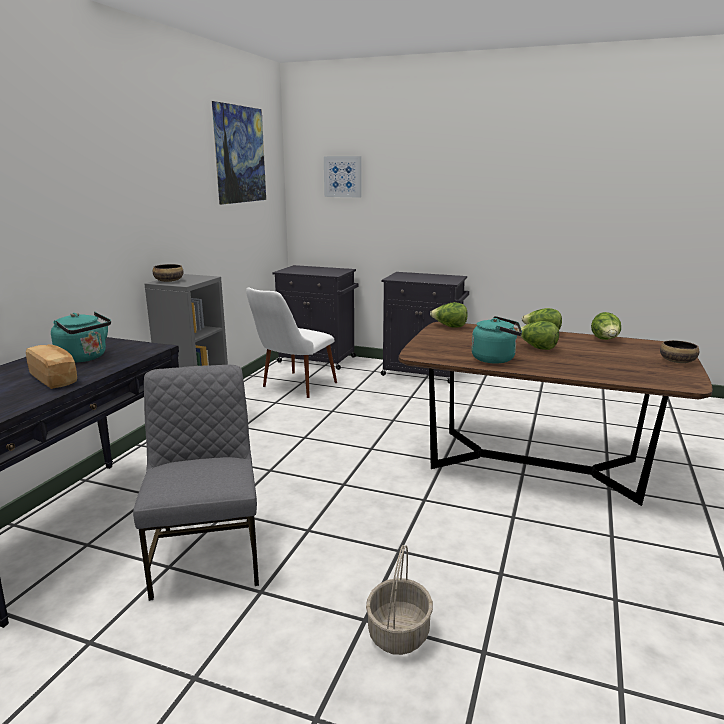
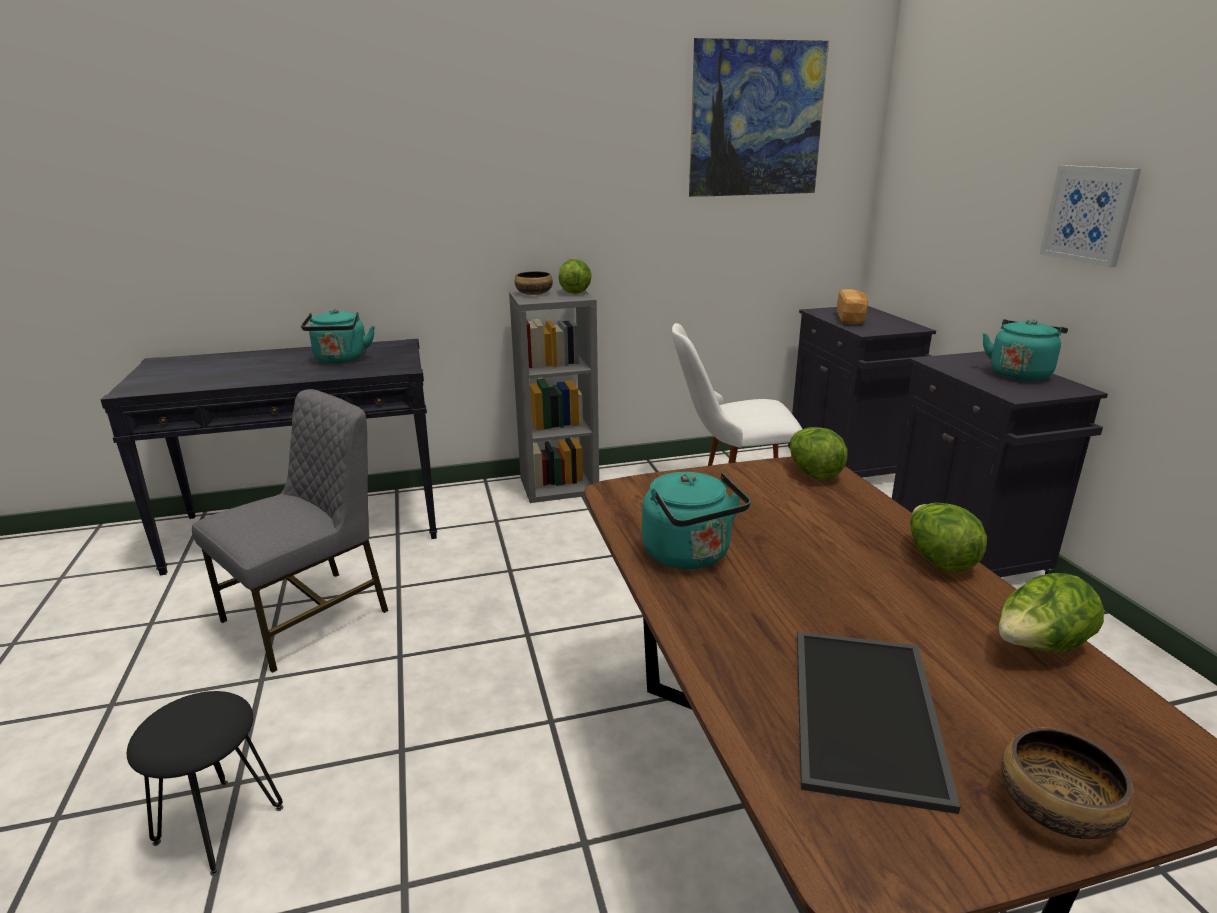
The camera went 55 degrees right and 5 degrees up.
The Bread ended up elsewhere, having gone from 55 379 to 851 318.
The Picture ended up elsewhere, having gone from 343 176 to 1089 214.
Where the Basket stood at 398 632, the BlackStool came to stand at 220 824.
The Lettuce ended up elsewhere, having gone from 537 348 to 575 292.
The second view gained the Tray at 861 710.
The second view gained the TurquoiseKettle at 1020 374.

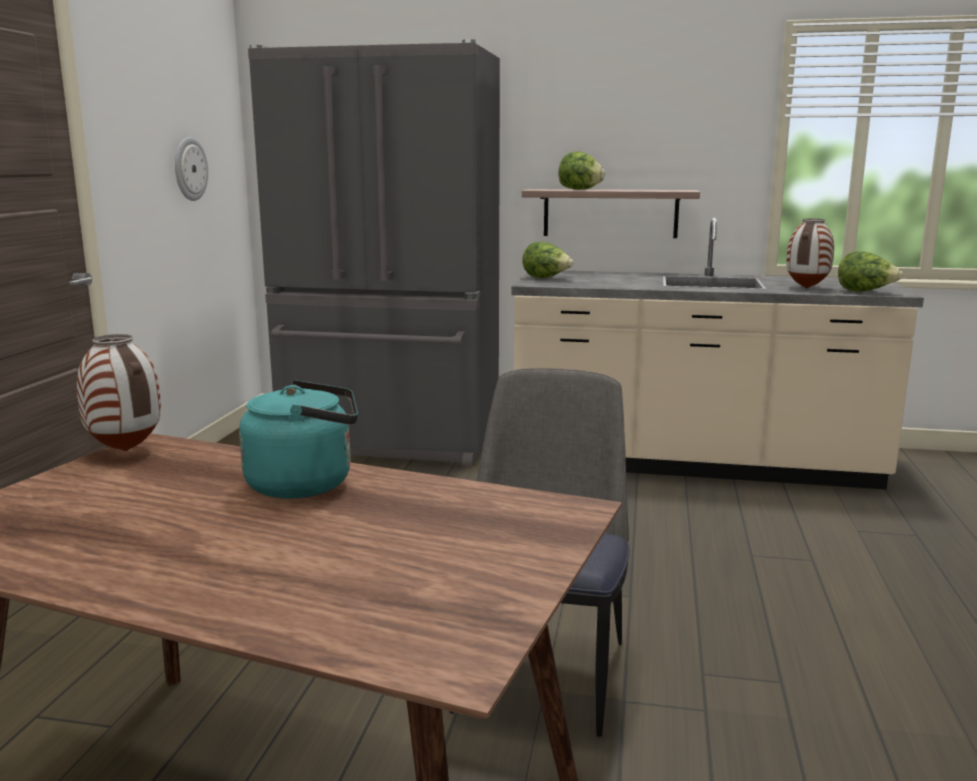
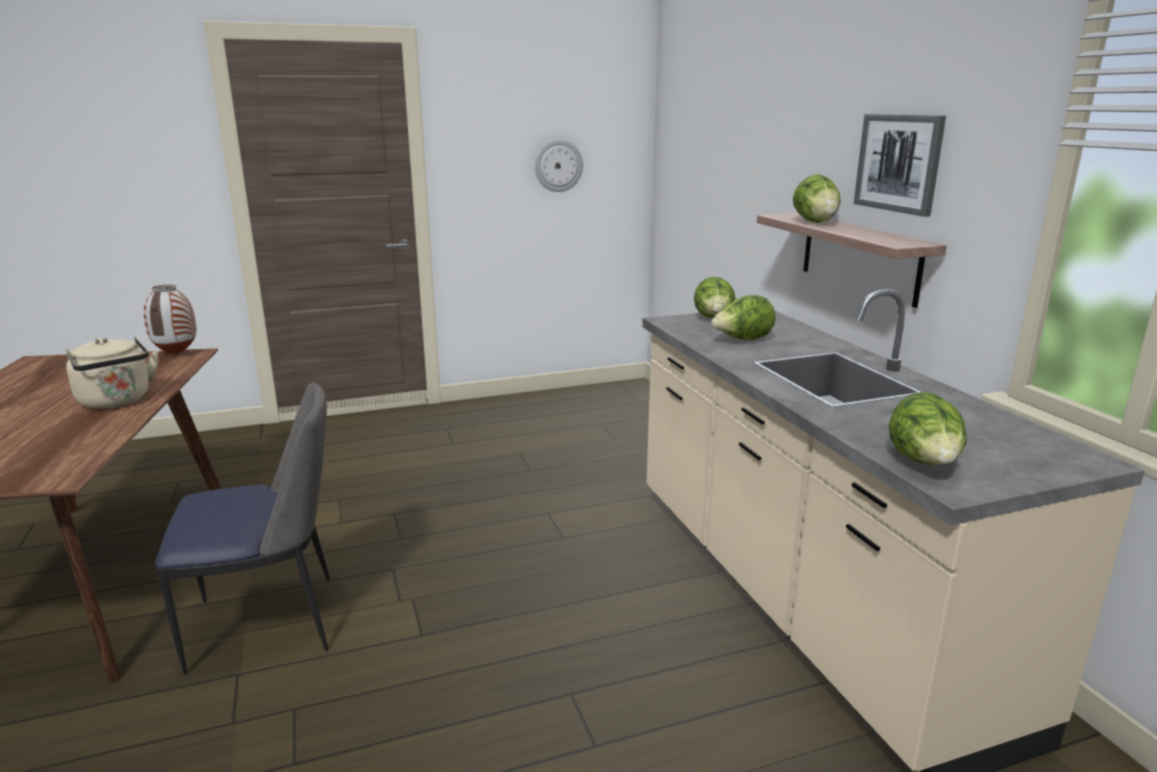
The camera went 60 degrees right and 5 degrees up.
What was the TurquoiseKettle at 306 484 turned into the BeigeKettle at 117 401.
The second view lost the GreyFridge at 391 441.
The second view lost the Vase at 806 288.
The second view gained the Lettuce at 742 340.
The second view gained the Picture at 899 163.

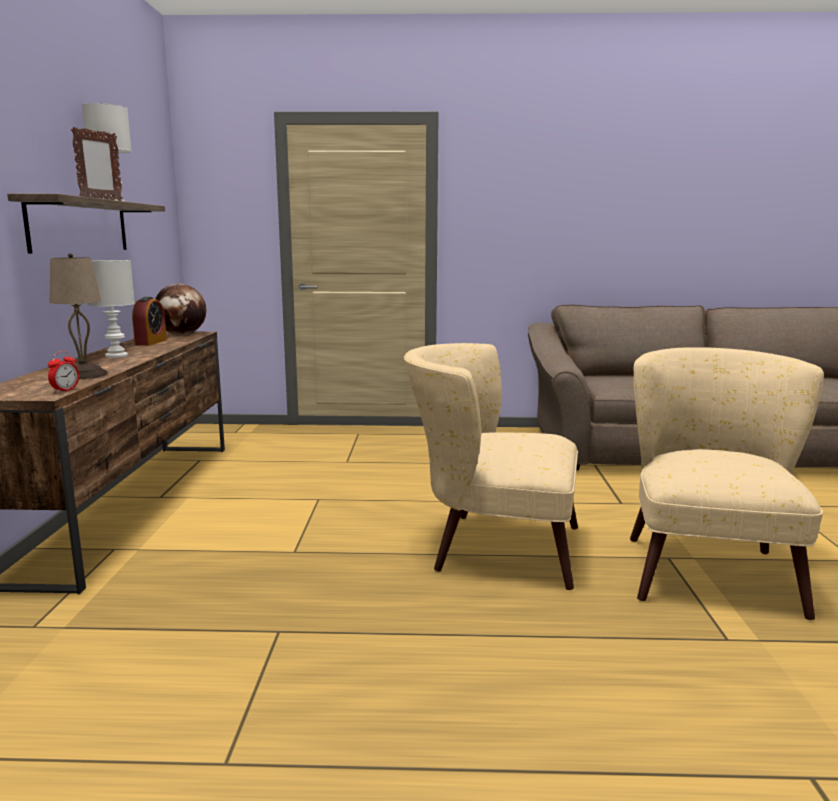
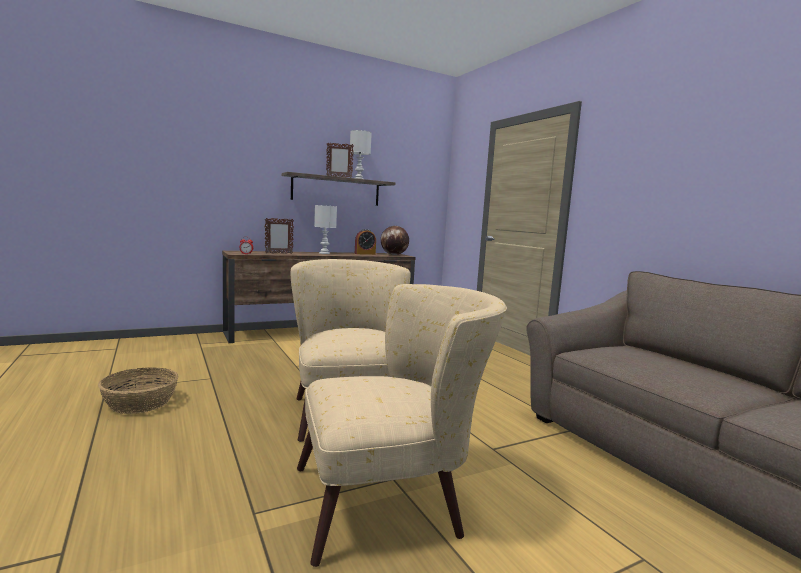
The camera went 60 degrees right and 5 degrees down.
Where the BeigeTableLamp stood at 84 374, the PictureFrame came to stand at 278 253.
The second view gained the Basket at 140 403.

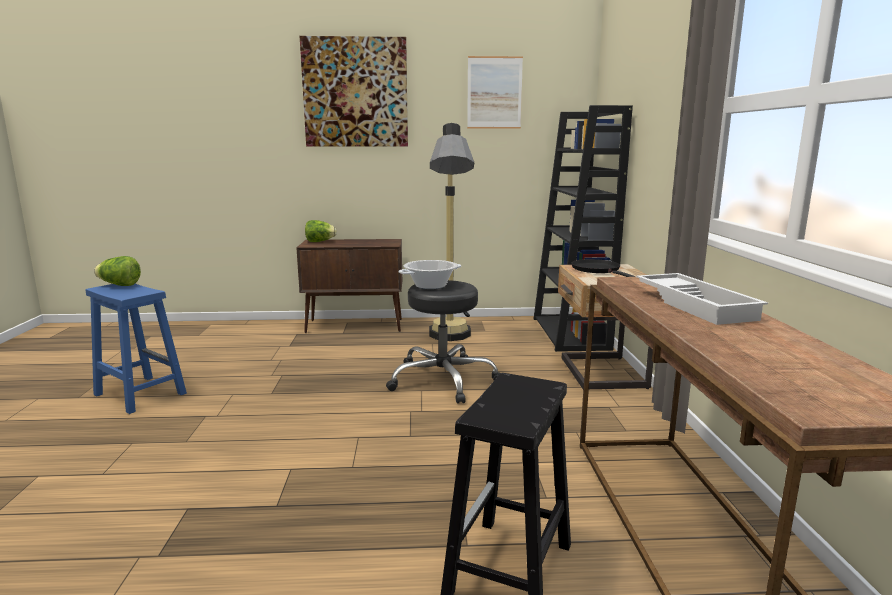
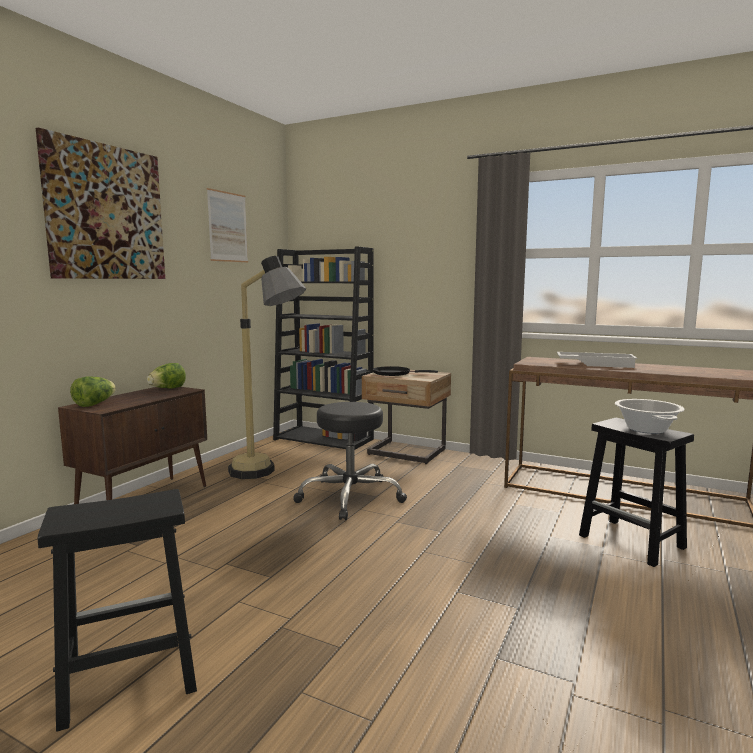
The camera went 60 degrees left and 5 degrees down.
What was the BlueStool at 139 394 turned into the BlackStool at 127 678.
The Lettuce ended up elsewhere, having gone from 119 285 to 167 389.
The CookingPot ended up elsewhere, having gone from 430 286 to 646 429.

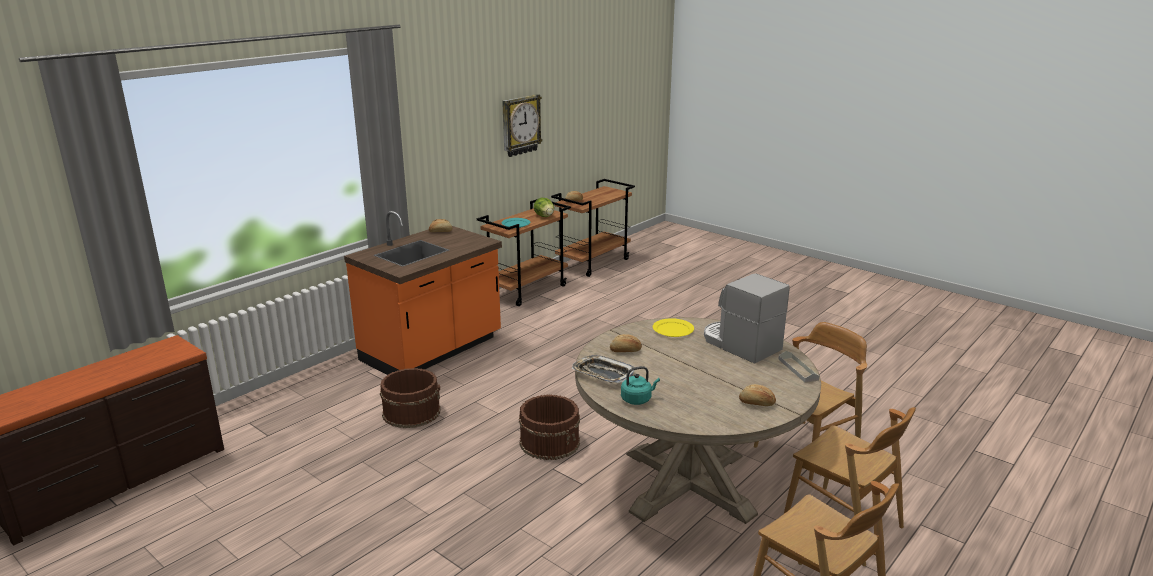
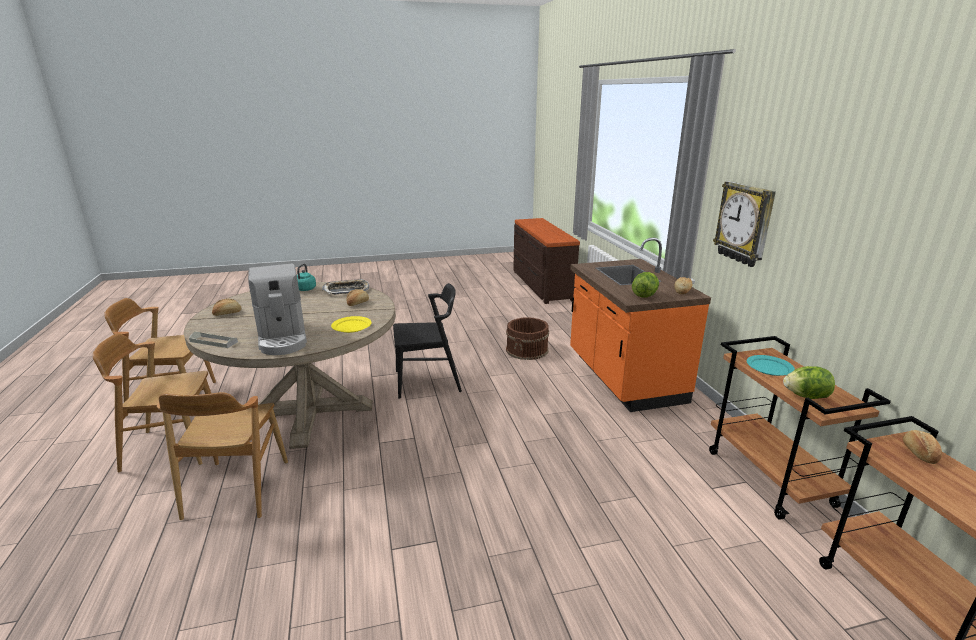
The camera went 125 degrees right and 0 degrees up.
The WallClock ended up elsewhere, having gone from 520 125 to 744 223.
Where the BrownBucket stood at 550 442, the BlackChair came to stand at 428 381.
The CoffeeMachine at 739 344 ended up facing another way, 75 degrees clockwise from before.
The second view gained the Lettuce at 644 295.

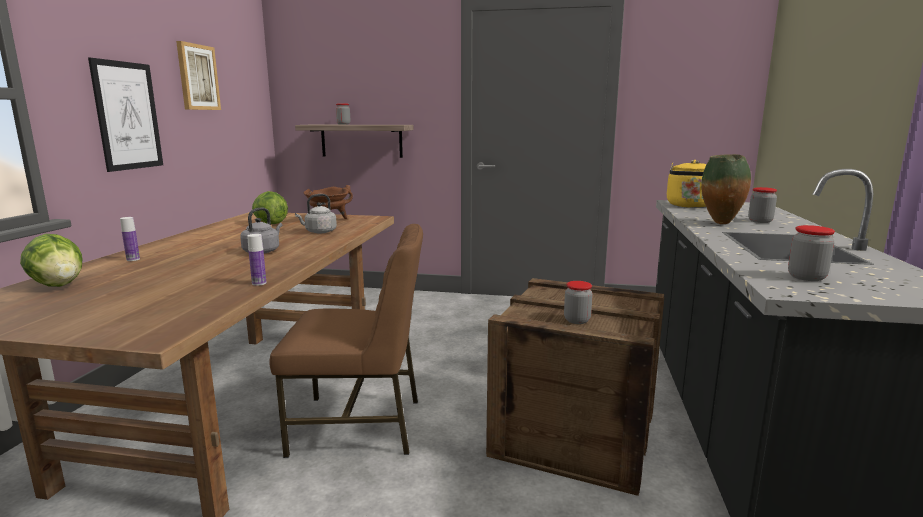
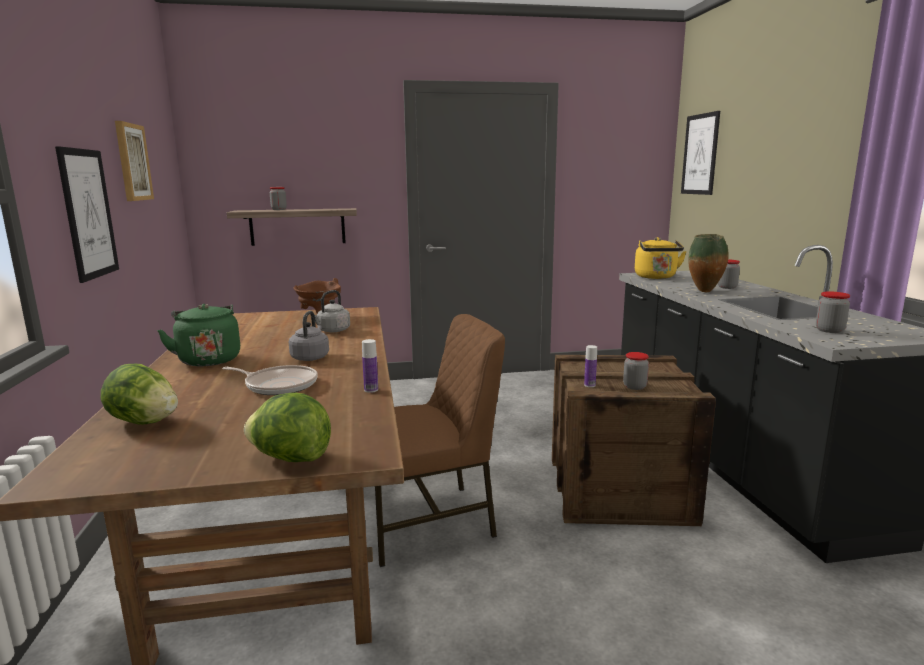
The camera went 20 degrees left and 0 degrees up.
The Bottle ended up elsewhere, having gone from 133 259 to 589 385.
The Lettuce ended up elsewhere, having gone from 270 223 to 291 458.
The second view gained the GreenKettle at 208 359.
The second view gained the FryingPan at 278 385.
The second view gained the Picture at 700 154.

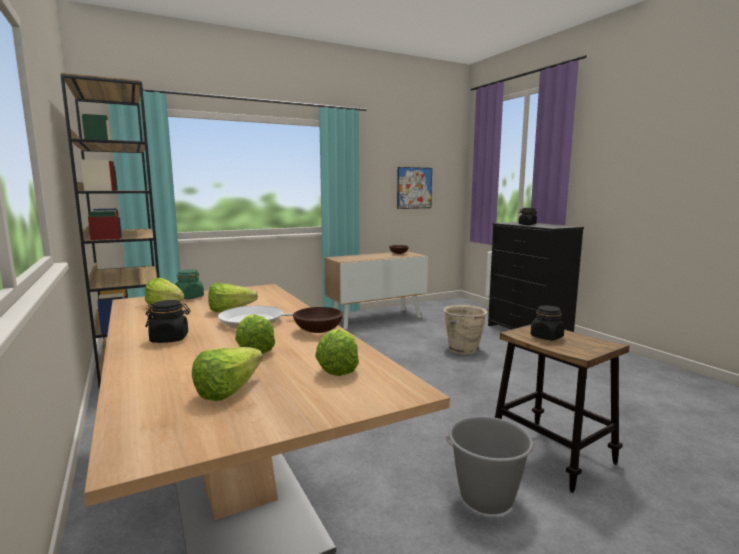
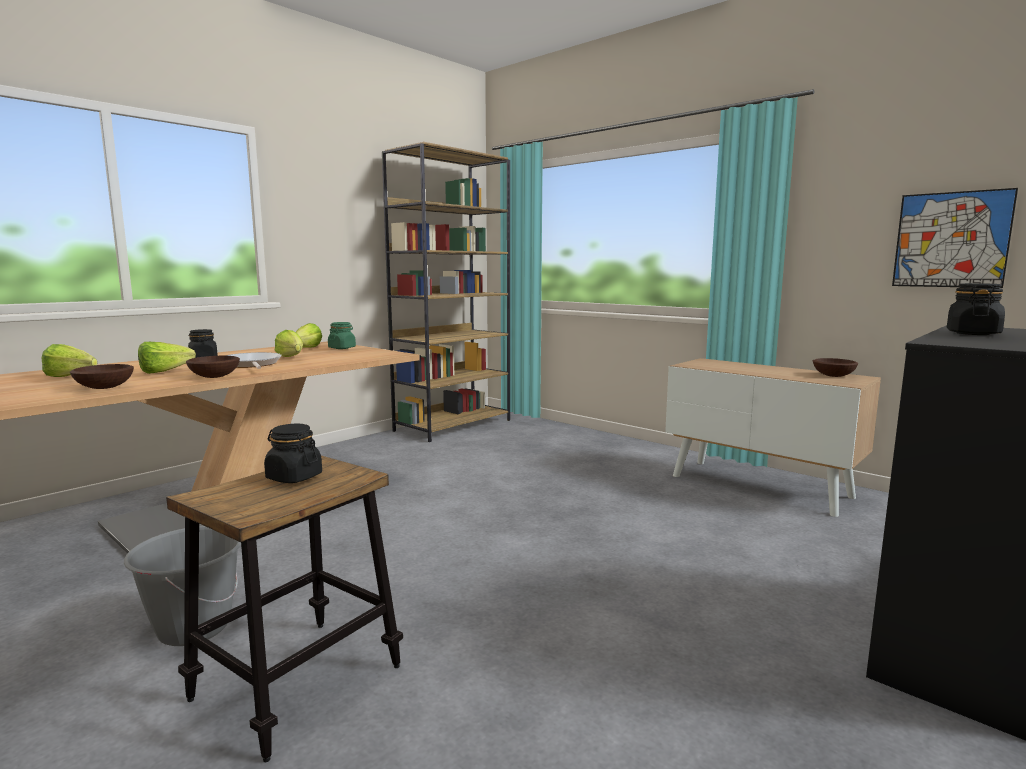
The camera went 70 degrees right and 0 degrees up.
Where the Lettuce stood at 340 365, the BrownBowl came to stand at 104 387.
The second view lost the BeigeBucket at 464 350.

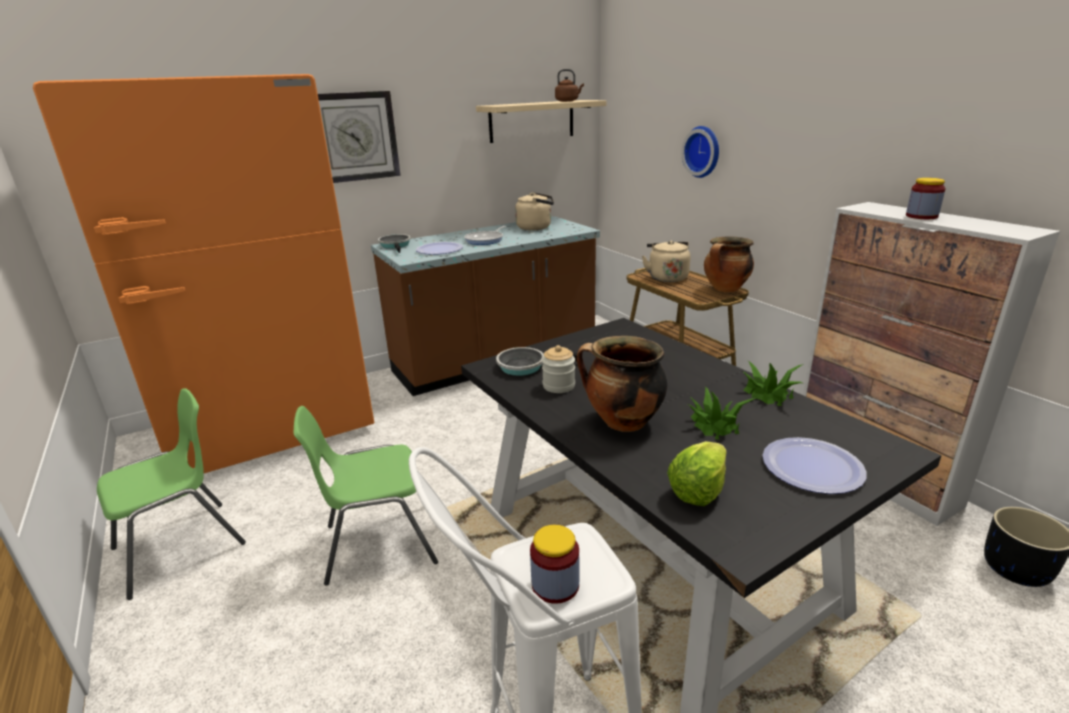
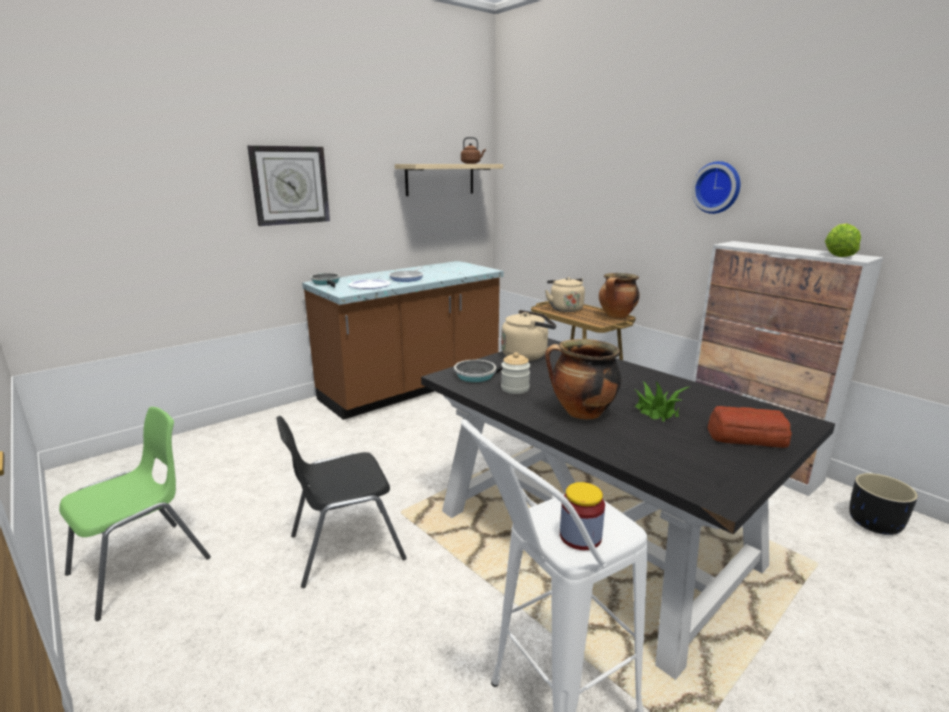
The camera went 10 degrees left and 5 degrees down.
The second view lost the OrangeFridge at 272 428.
What was the GreenChair at 378 543 turned into the BlackChair at 344 547.
The BeigeKettle ended up elsewhere, having gone from 536 227 to 527 355.
The Lettuce ended up elsewhere, having gone from 698 490 to 838 255.
The WallClock ended up elsewhere, having gone from 703 151 to 717 187.
The second view lost the PottedPlant at 768 394.
Where the Plate stood at 812 467, the Bread came to stand at 745 436.
The second view lost the Jar at 921 216.

